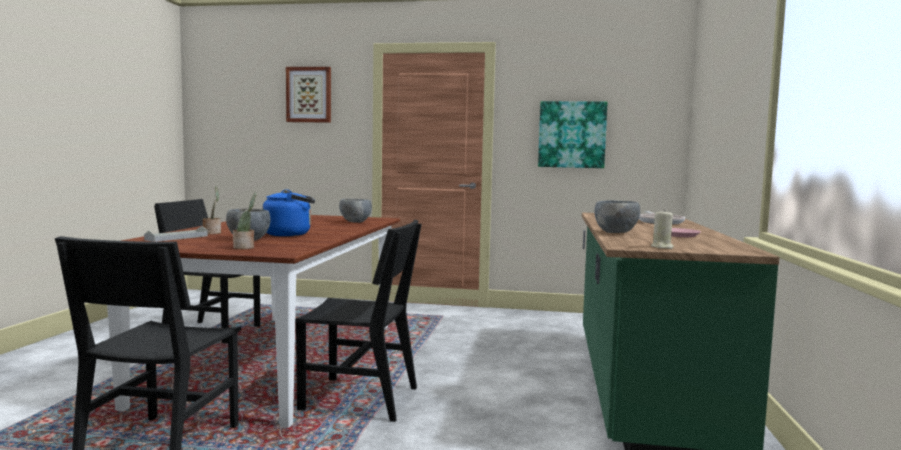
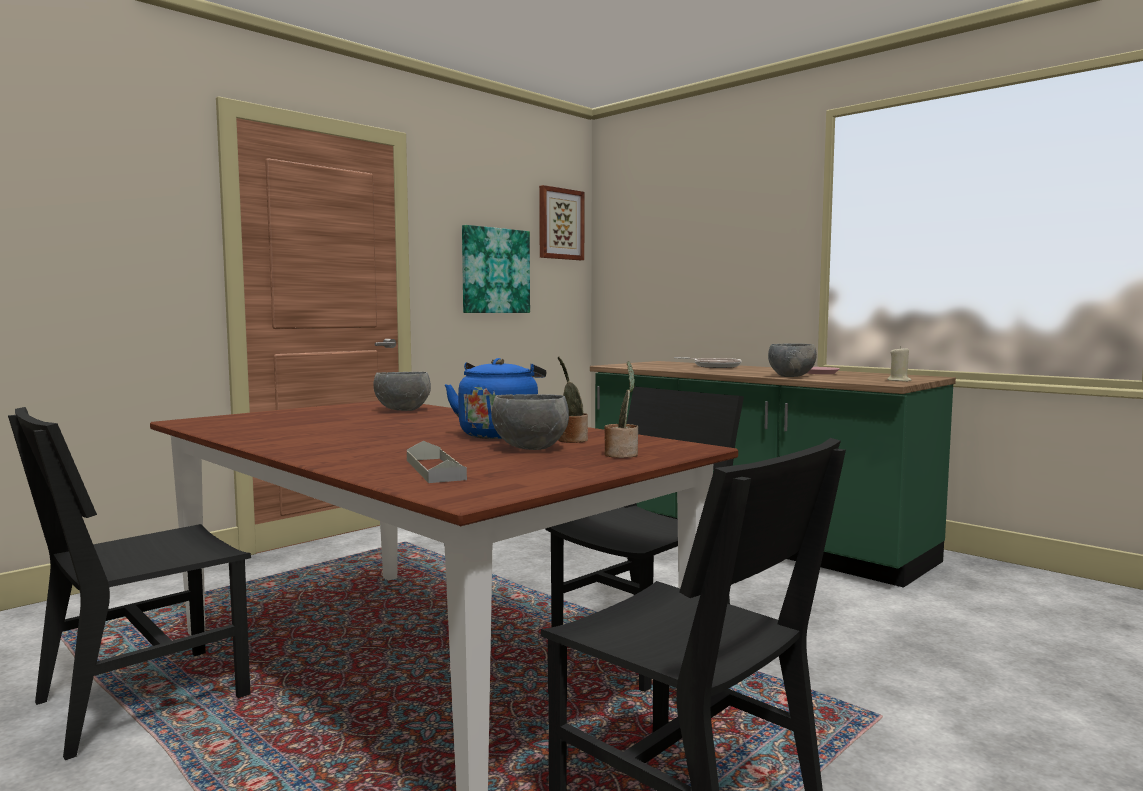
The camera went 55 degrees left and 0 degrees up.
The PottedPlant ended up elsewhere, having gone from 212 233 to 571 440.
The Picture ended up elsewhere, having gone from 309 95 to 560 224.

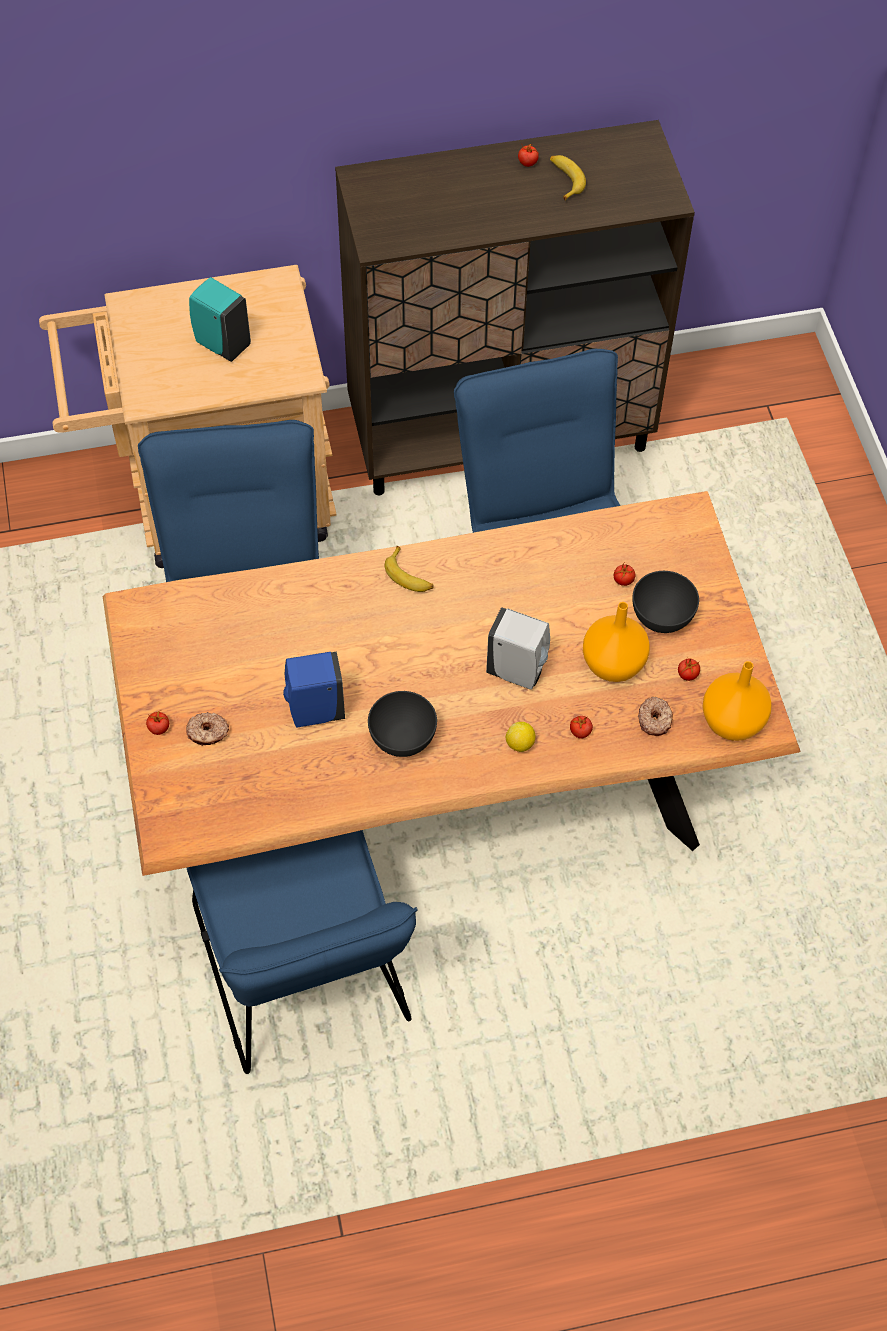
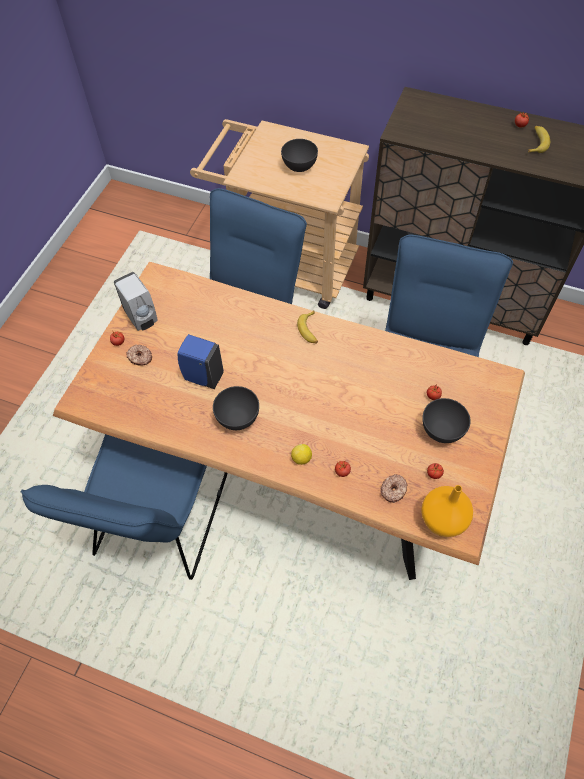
The camera went 35 degrees right and 0 degrees up.
Where the TurquoiseSoapDispenser stood at 221 344, the GreyBowl came to stand at 299 166.
The WhiteSoapDispenser ended up elsewhere, having gone from 518 671 to 142 319.
The second view lost the OrangeVase at 614 665.

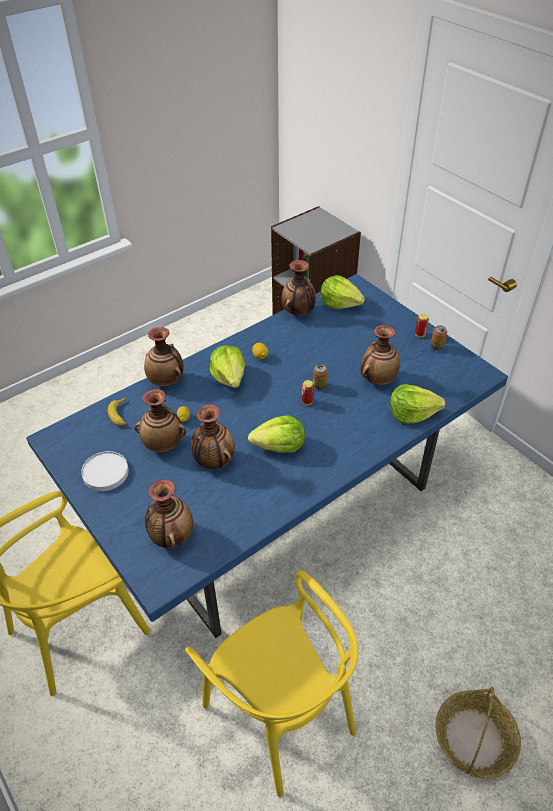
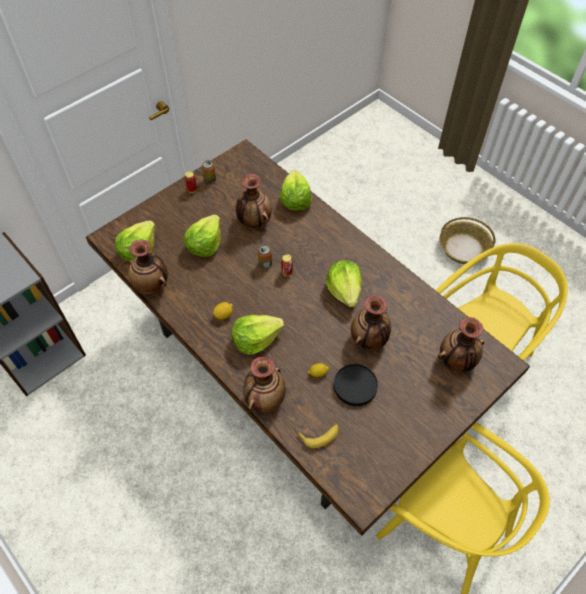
The camera went 95 degrees left and 10 degrees up.
What was the BlueDiningTable at 277 506 turned into the BrownDiningTable at 293 373.
The second view lost the WhitePlate at 105 472.
Where the Vase stood at 163 444, the BlackPlate came to stand at 355 386.
The second view gained the Lettuce at 205 244.

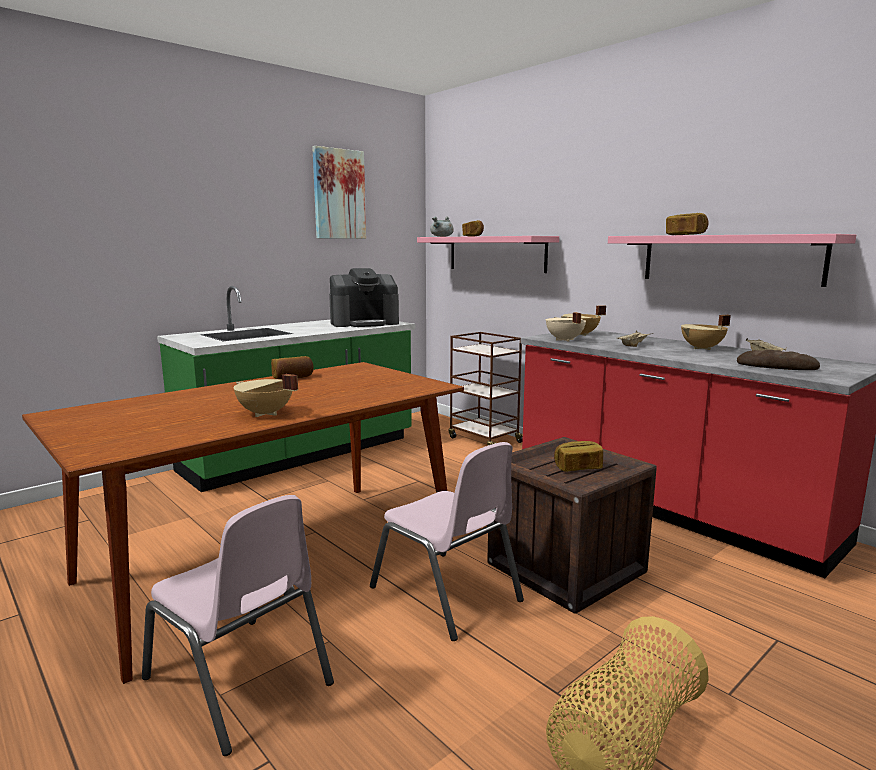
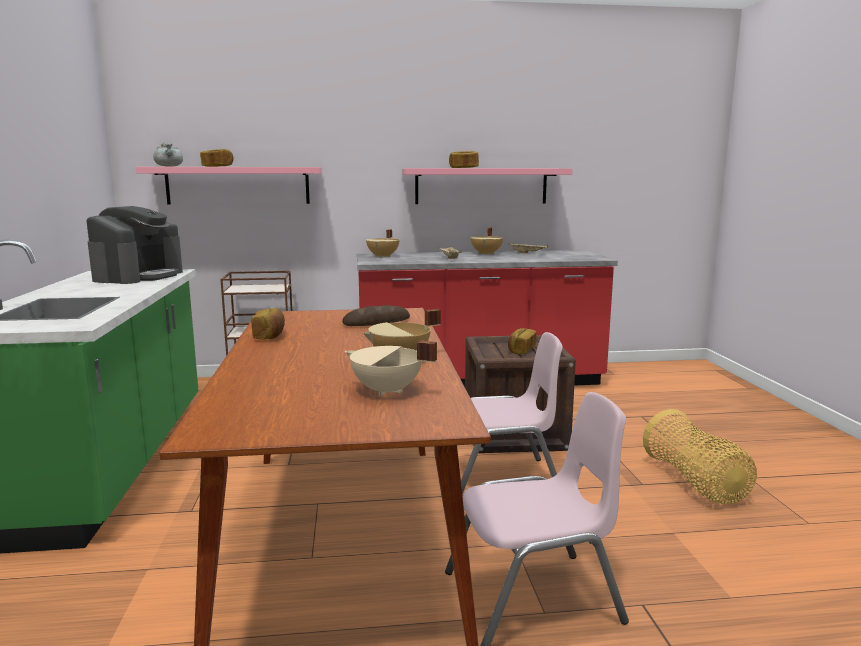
The camera went 55 degrees left and 0 degrees up.
The second view lost the Picture at 339 194.
The BeigeCookingPot ended up elsewhere, having gone from 564 340 to 386 391.
The Bread ended up elsewhere, having gone from 776 367 to 376 322.

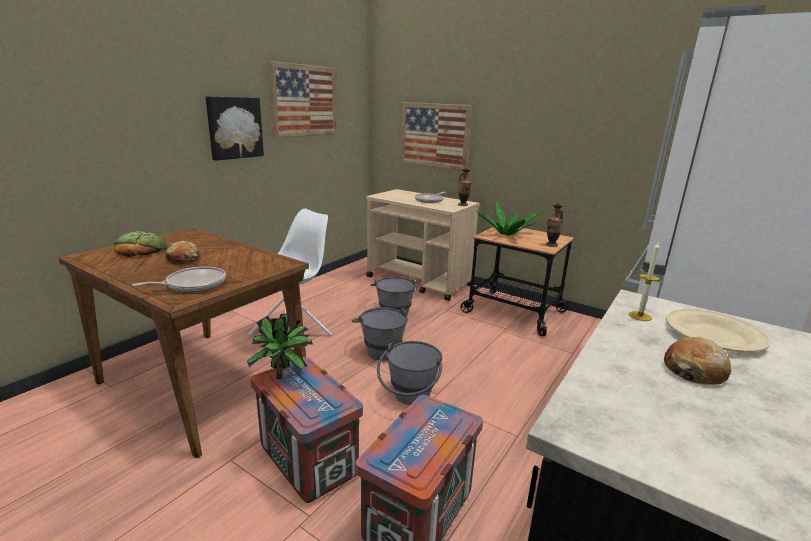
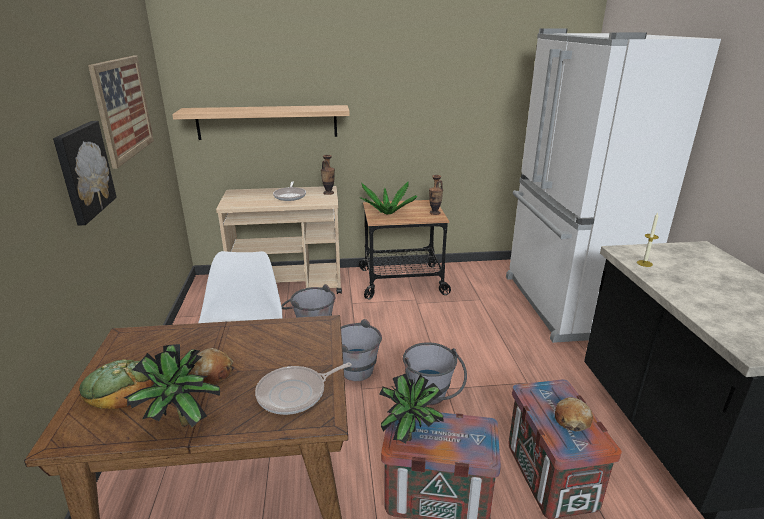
The camera went 40 degrees left and 5 degrees up.
The FryingPan at 193 284 ended up facing another way, 135 degrees counterclockwise from before.
Where the Picture hung at 434 135, the Shelf came to hang at 267 122.
The Bread ended up elsewhere, having gone from 694 371 to 572 419.
The second view lost the BeigePlate at 713 335.
The second view gained the PottedPlant at 178 425.

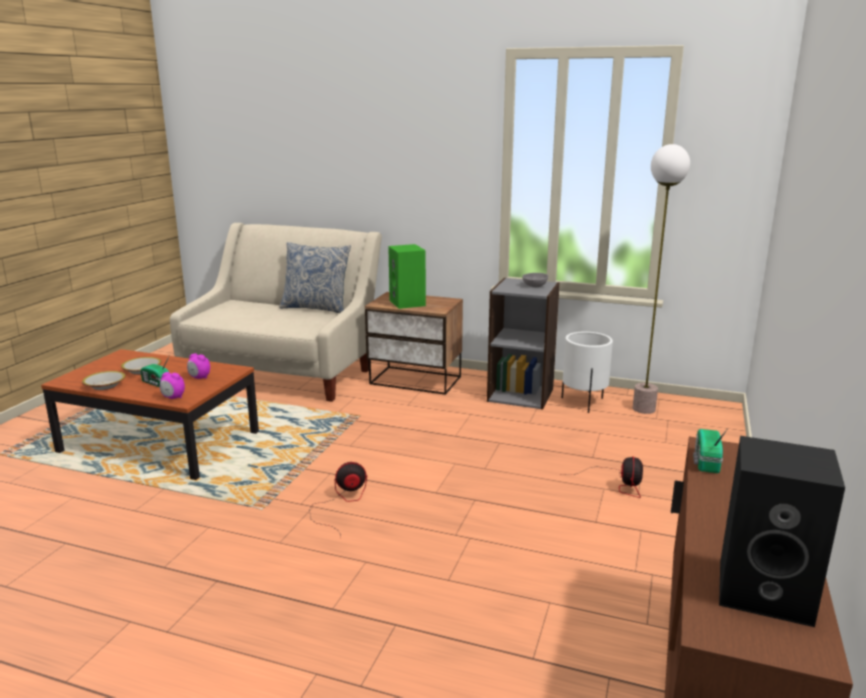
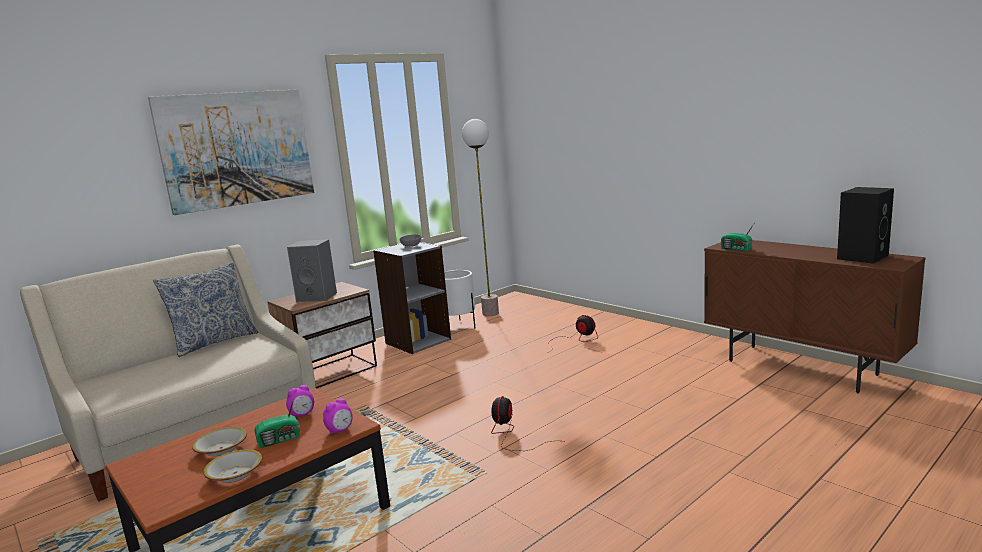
The camera went 60 degrees left and 5 degrees down.
What was the GreenSpeaker at 408 303 turned into the GreySpeaker at 318 297.
The second view gained the Picture at 237 149.

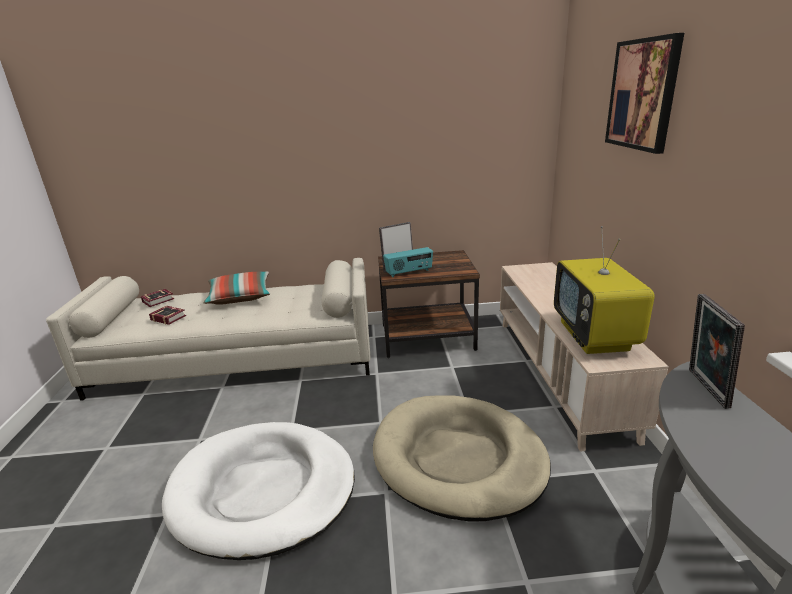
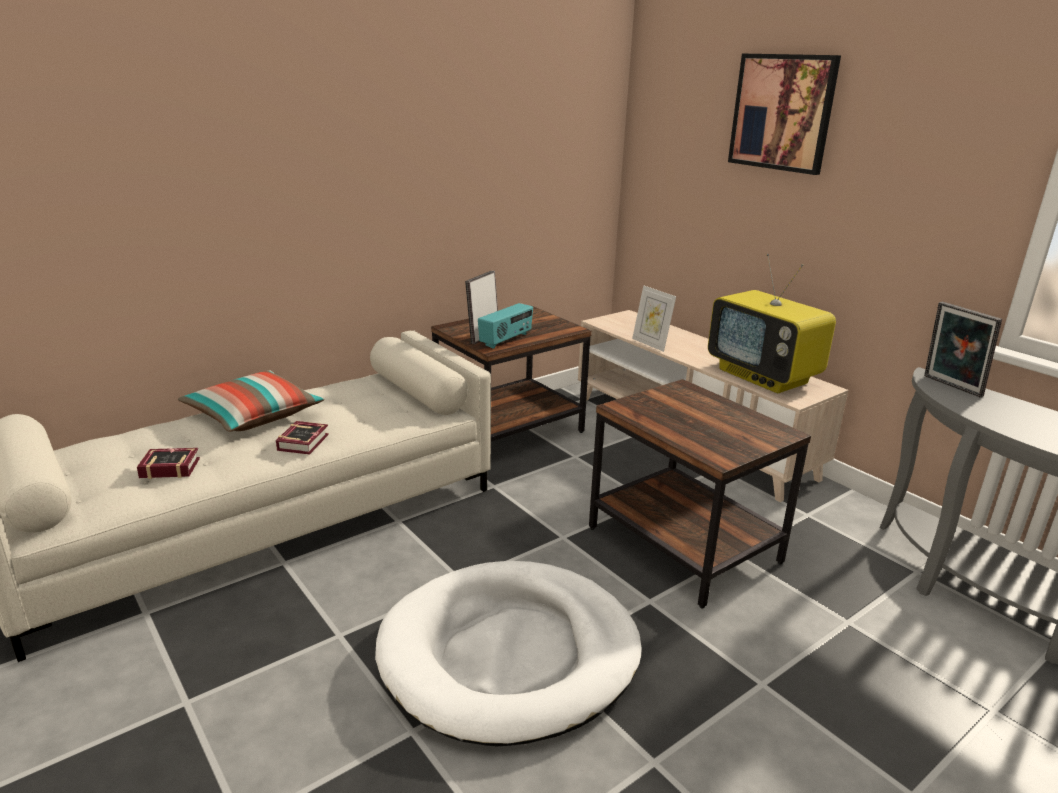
The camera went 35 degrees left and 0 degrees up.
The Book ended up elsewhere, having gone from 160 300 to 305 441.
Where the BeigeDogBed stood at 458 459, the BrownSideTable came to stand at 684 545.
The second view gained the PictureFrame at 650 344.

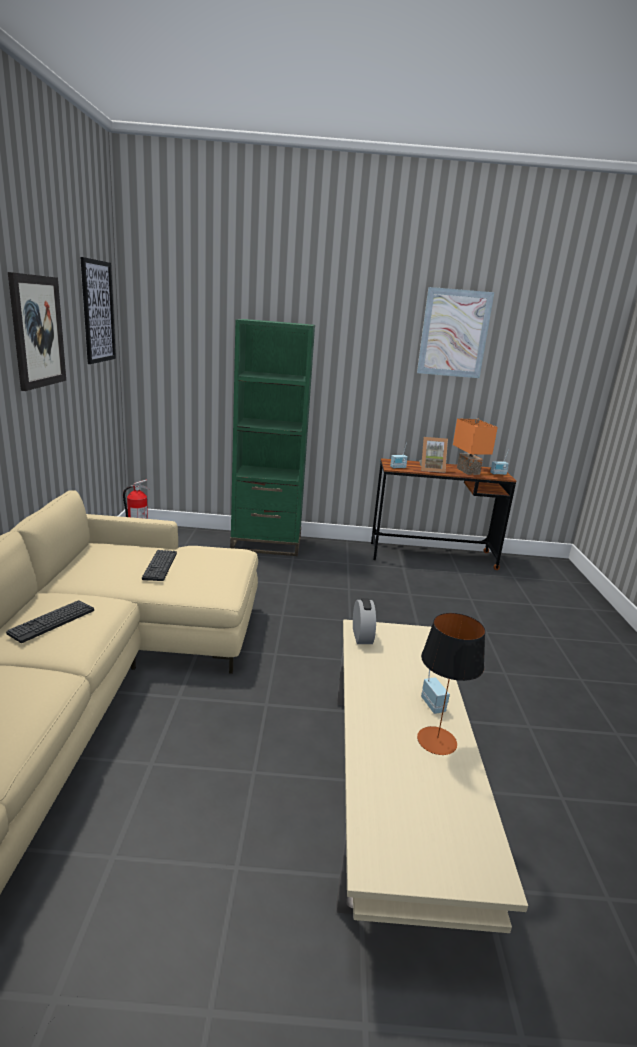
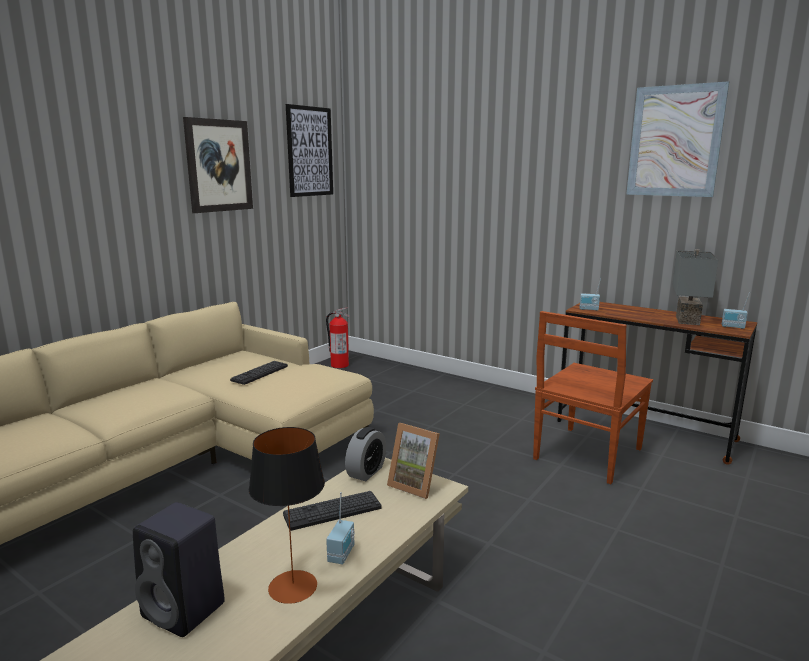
The camera went 35 degrees right and 5 degrees down.
The Keyboard ended up elsewhere, having gone from 52 621 to 332 511.
The second view lost the GreenBookcase at 266 544.
The PictureFrame ended up elsewhere, having gone from 431 469 to 415 484.
What was the OrangeTableLamp at 466 471 turned into the GreyTableLamp at 685 320.
The second view gained the BlackSpeaker at 186 610.
The second view gained the BrownChair at 586 455.

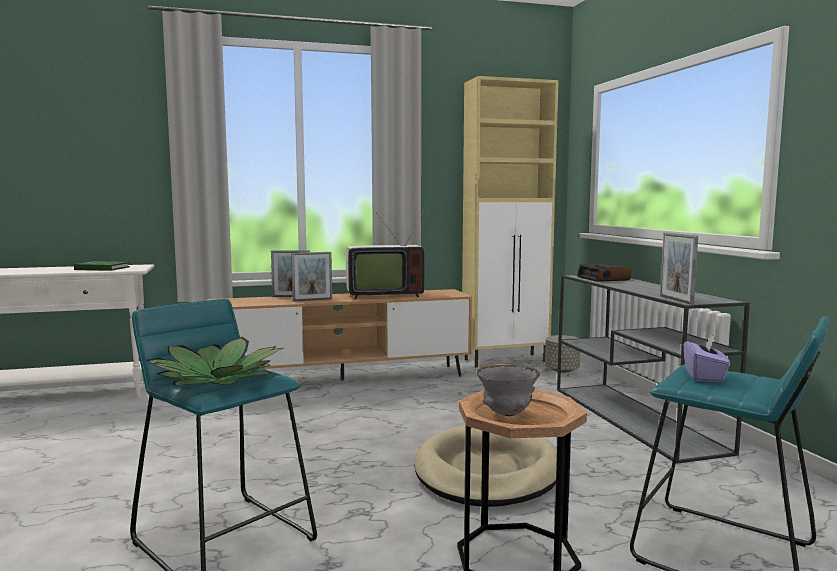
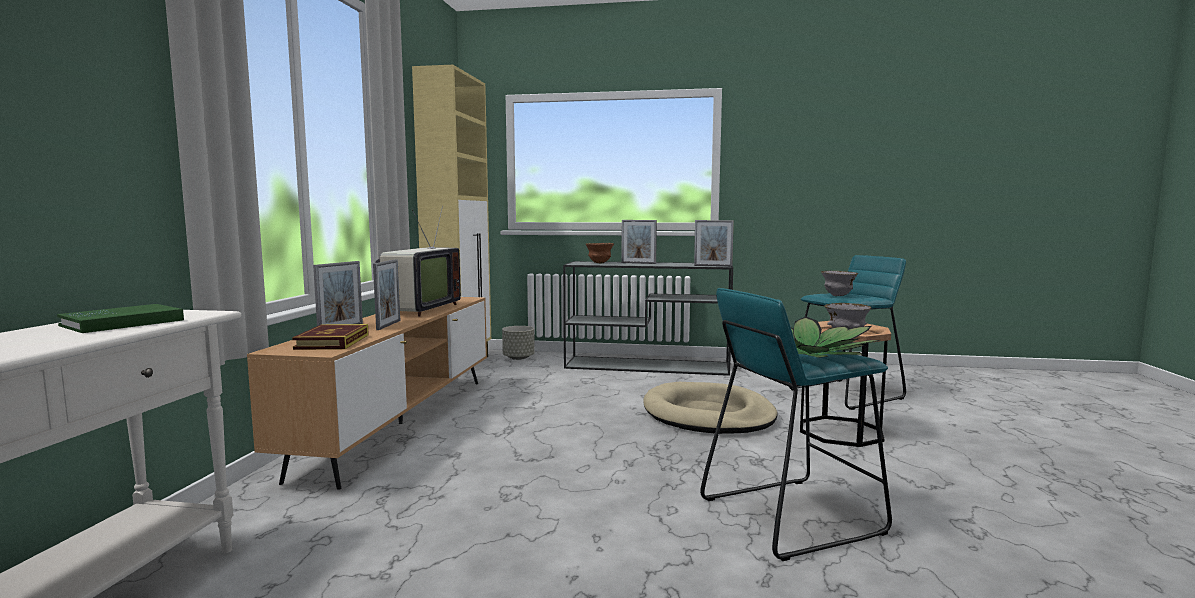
The camera went 65 degrees left and 0 degrees up.
Where the AlarmClock stood at 604 278, the BrownBowl came to stand at 599 263.
Where the PurpleTissueBox stood at 704 376, the GreyBowl came to stand at 838 296.
The second view gained the Book at 332 342.
The second view gained the PictureFrame at 638 263.

